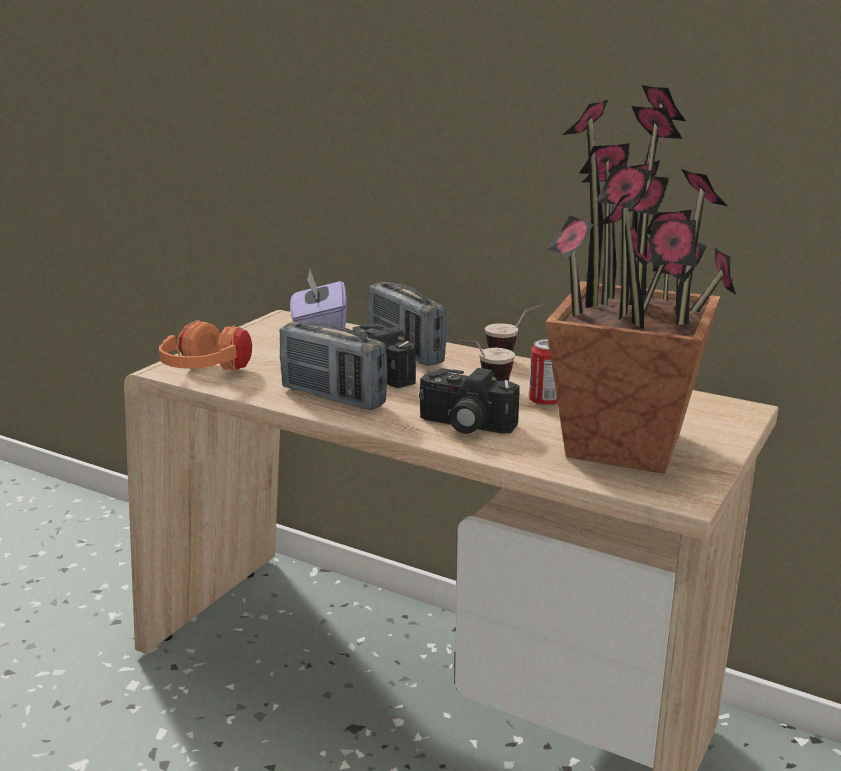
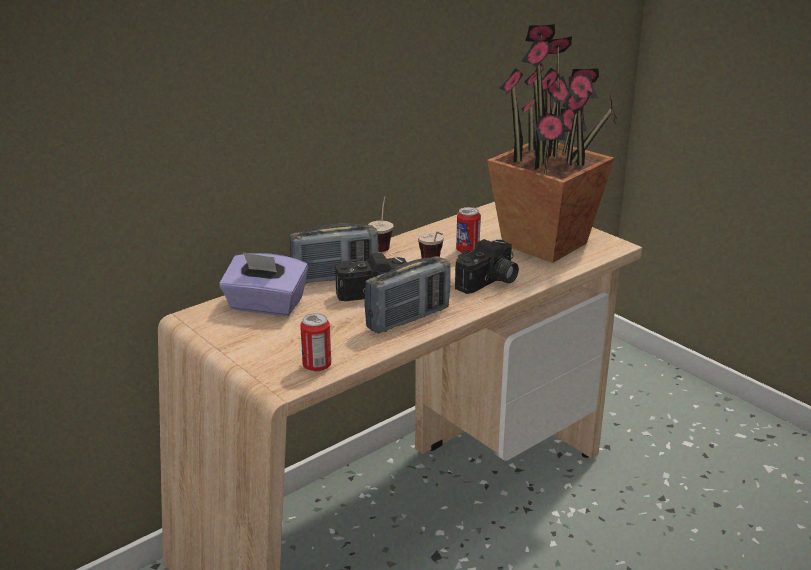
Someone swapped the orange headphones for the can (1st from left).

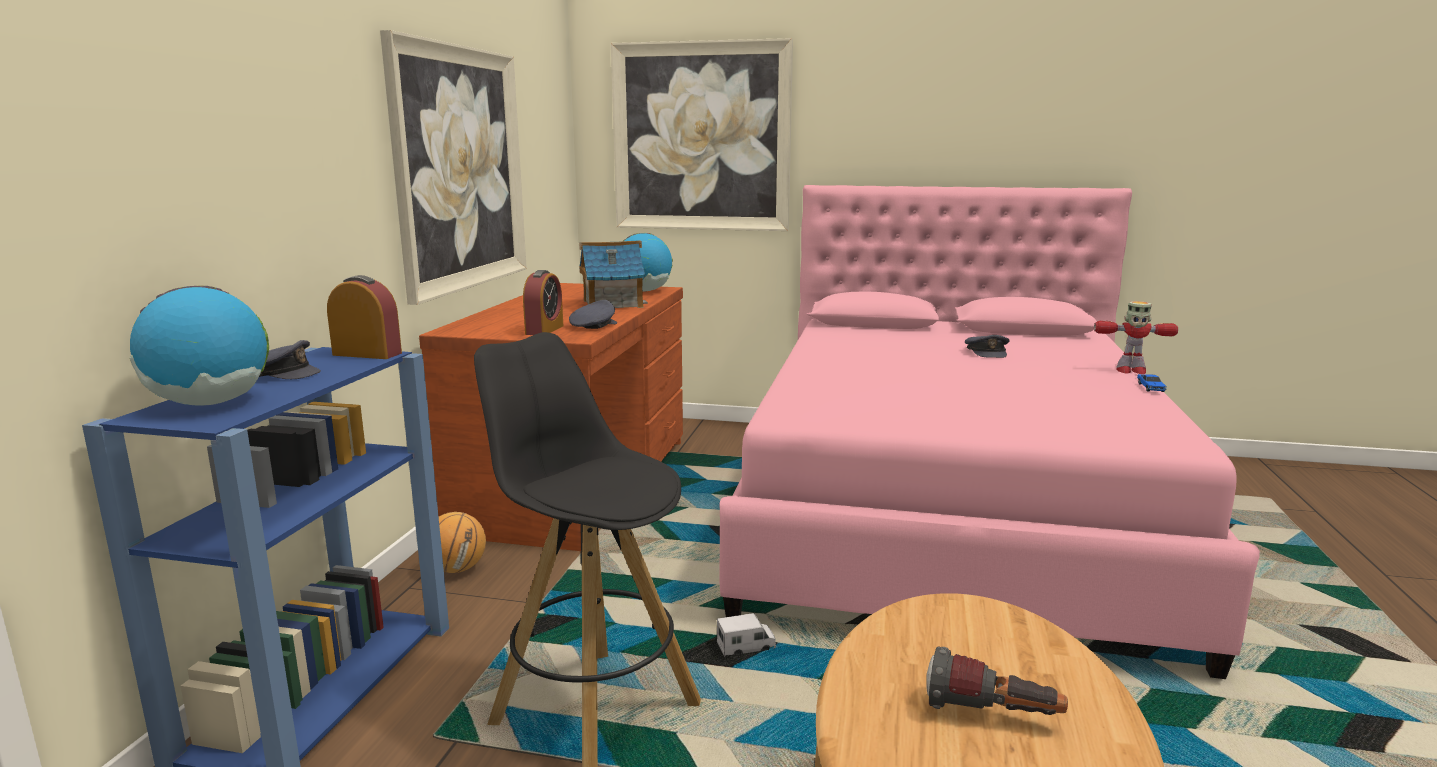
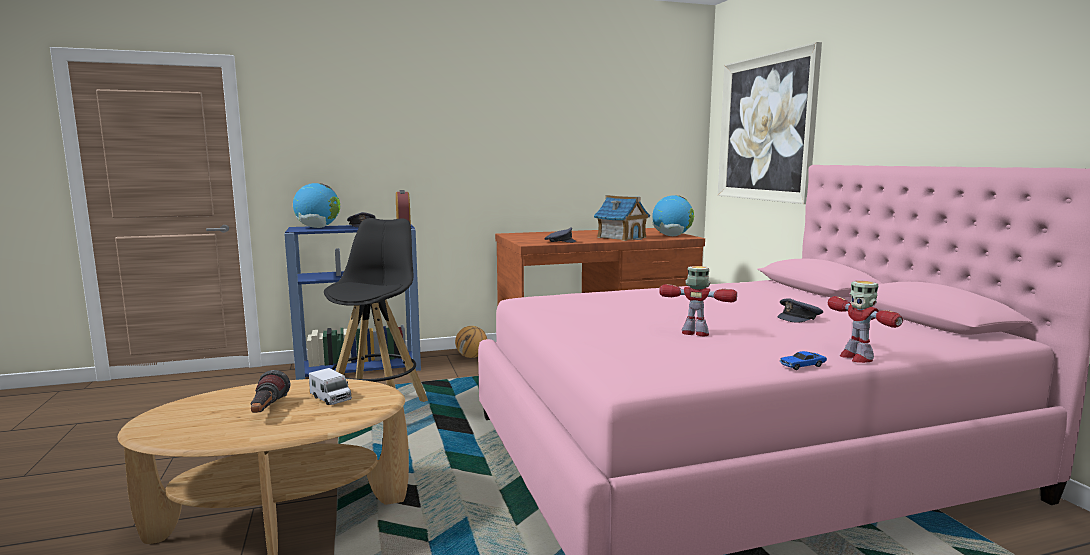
Someone took away the picture (1st from left). Someone took away the alarm clock (2nd from left). Someone carried the toy truck. Someone put down the toy robot (1st from left).

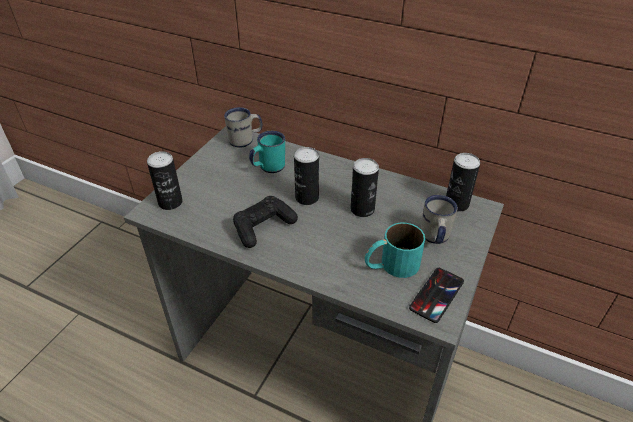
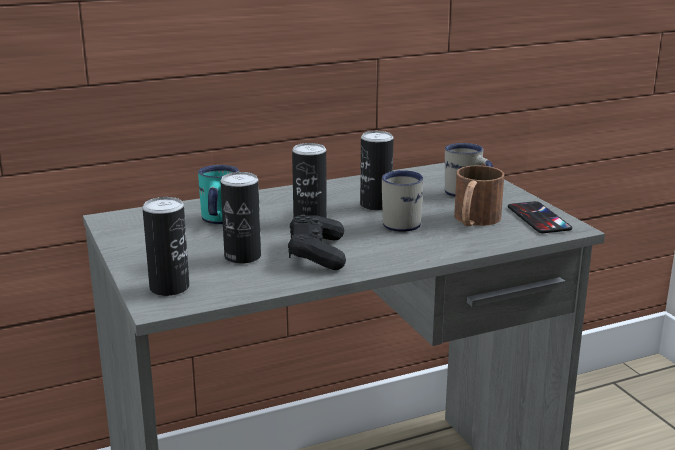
Someone carried the white mug (1st from left). Someone carried the can (4th from left in the first image). Someone repainted the turquoise mug (2nd from left), which became the brown mug.

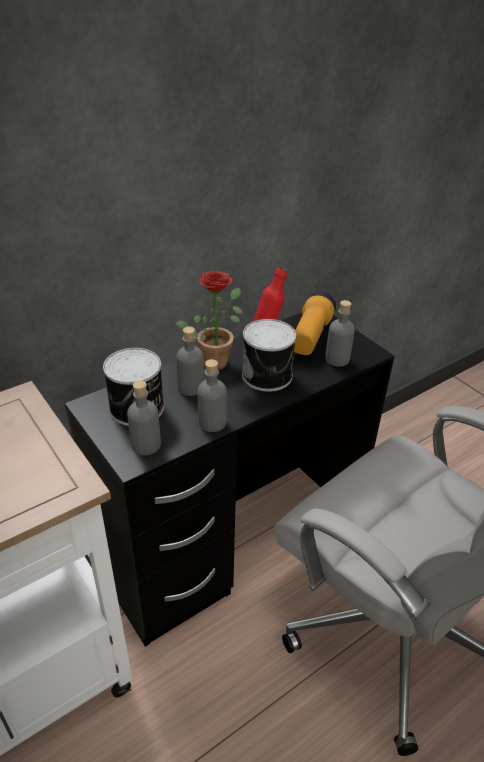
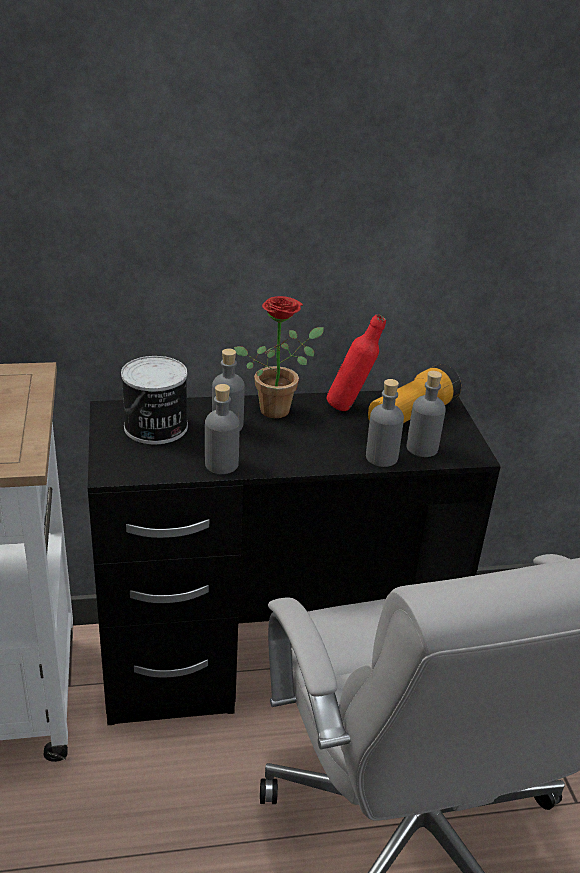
Someone took away the can (2nd from left). Someone carried the grey bottle (1st from left in the first image).

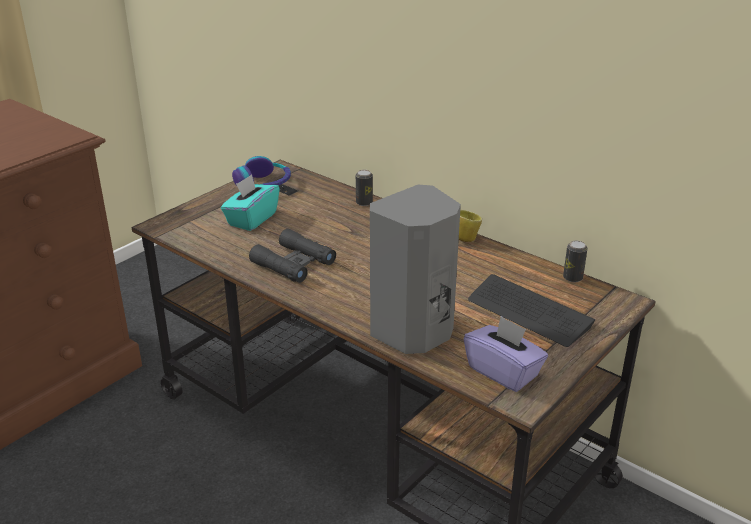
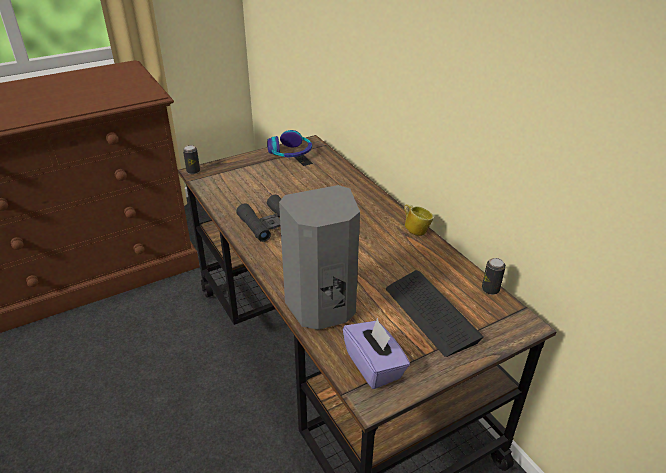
Someone carried the can (1st from left). Someone took away the turquoise tissue box.

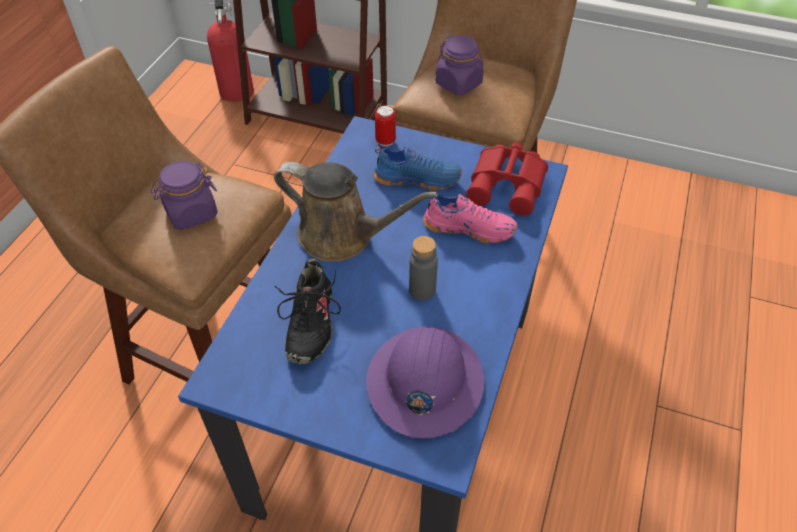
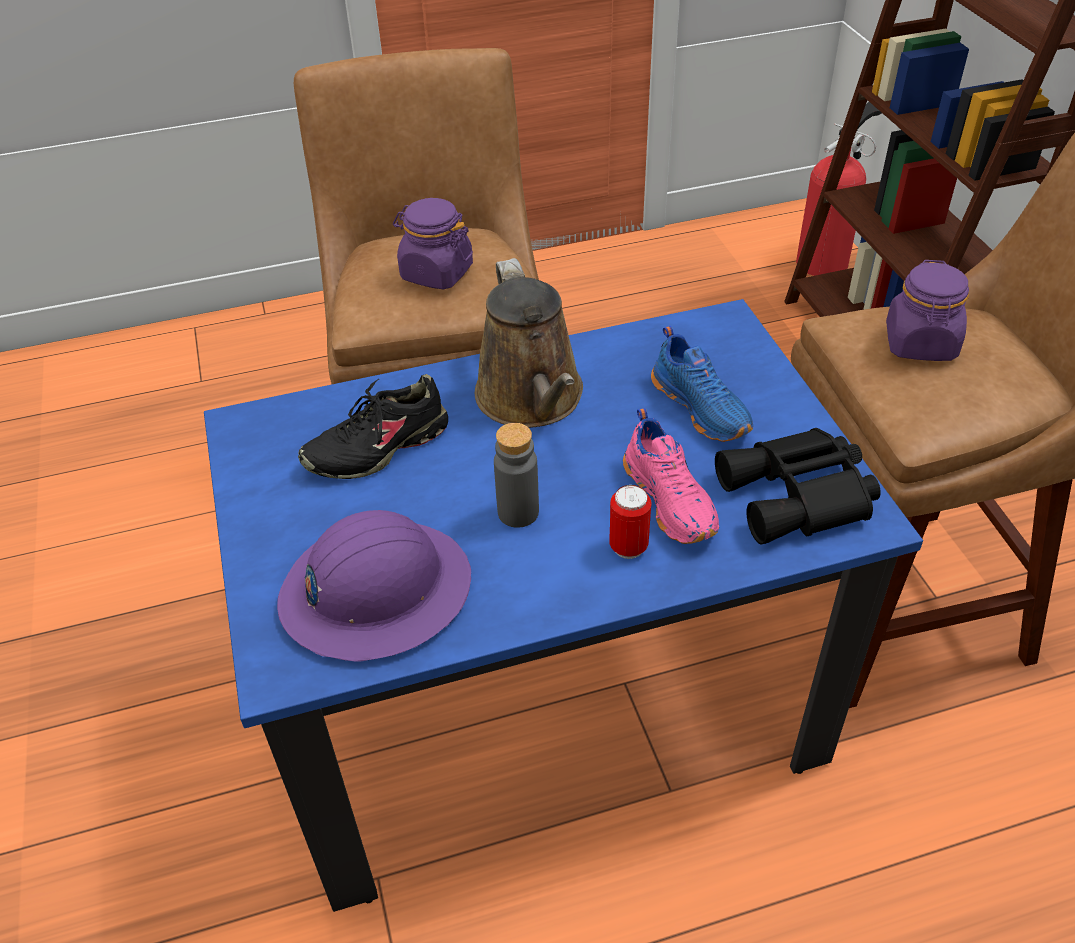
Someone carried the can. Someone repainted the red binoculars, which became the black binoculars.

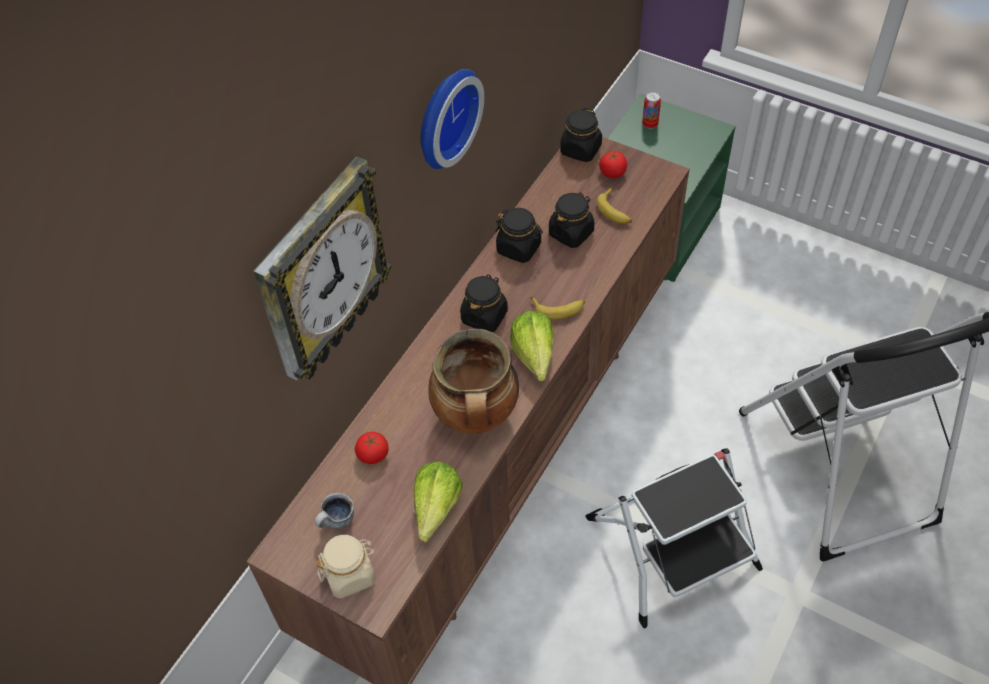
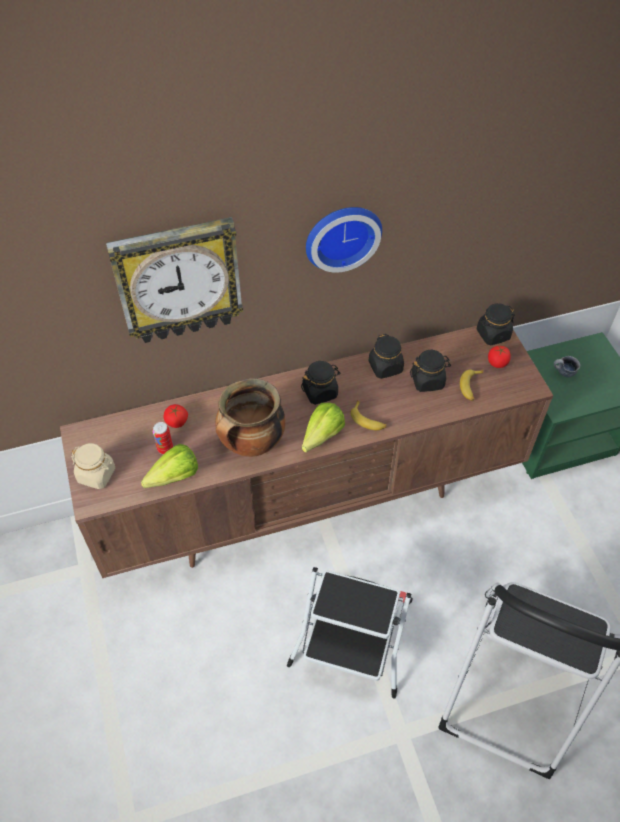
Someone carried the can. Someone carried the mug.

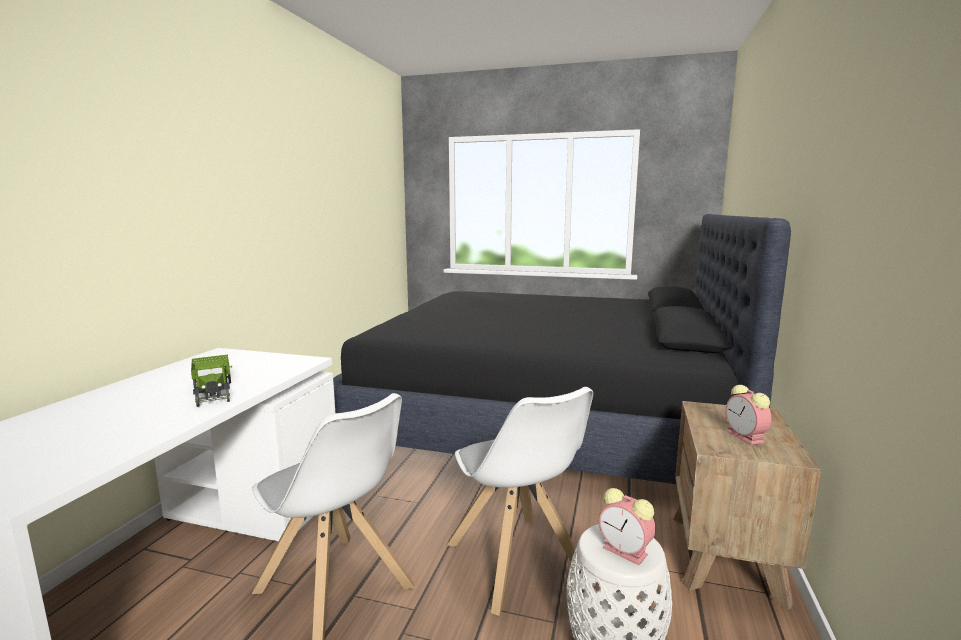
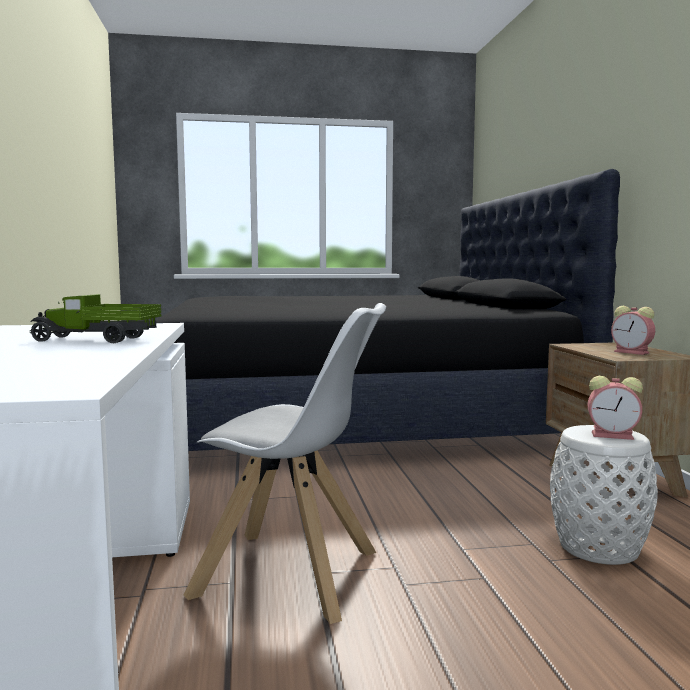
Someone rotated the toy truck by 150 degrees clockwise. Someone took away the chair (2nd from left).

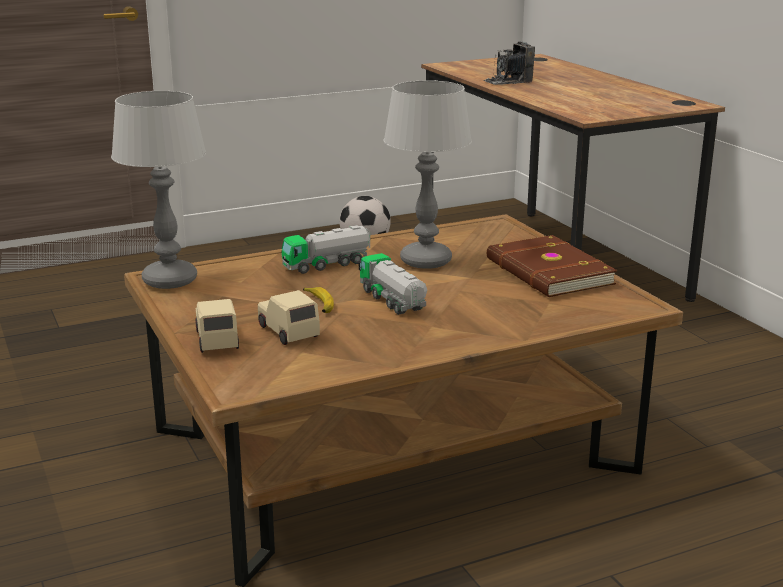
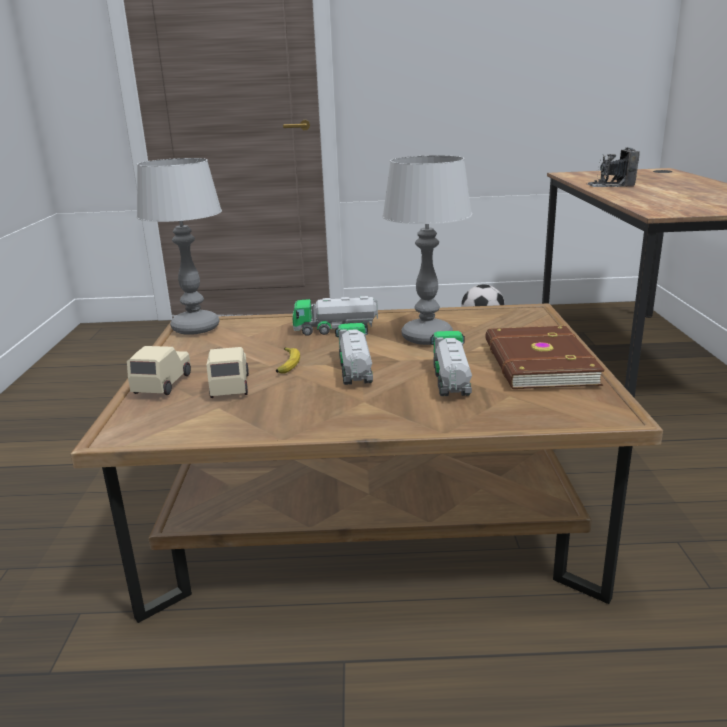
Someone put down the toy truck (3rd from left).

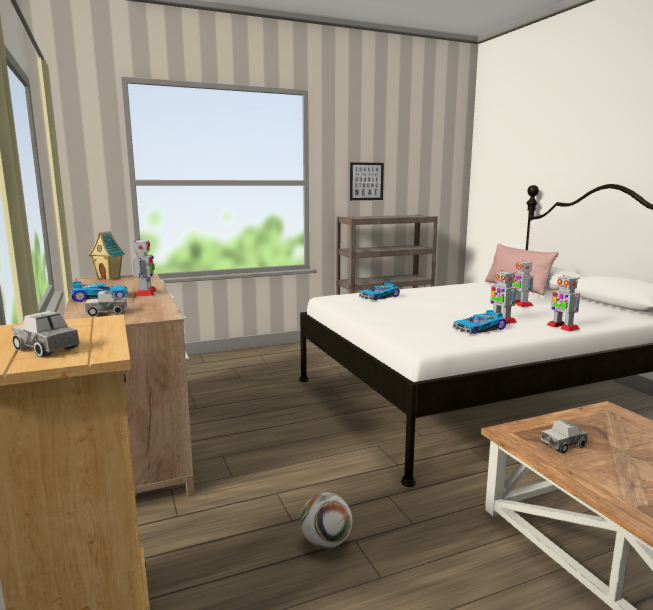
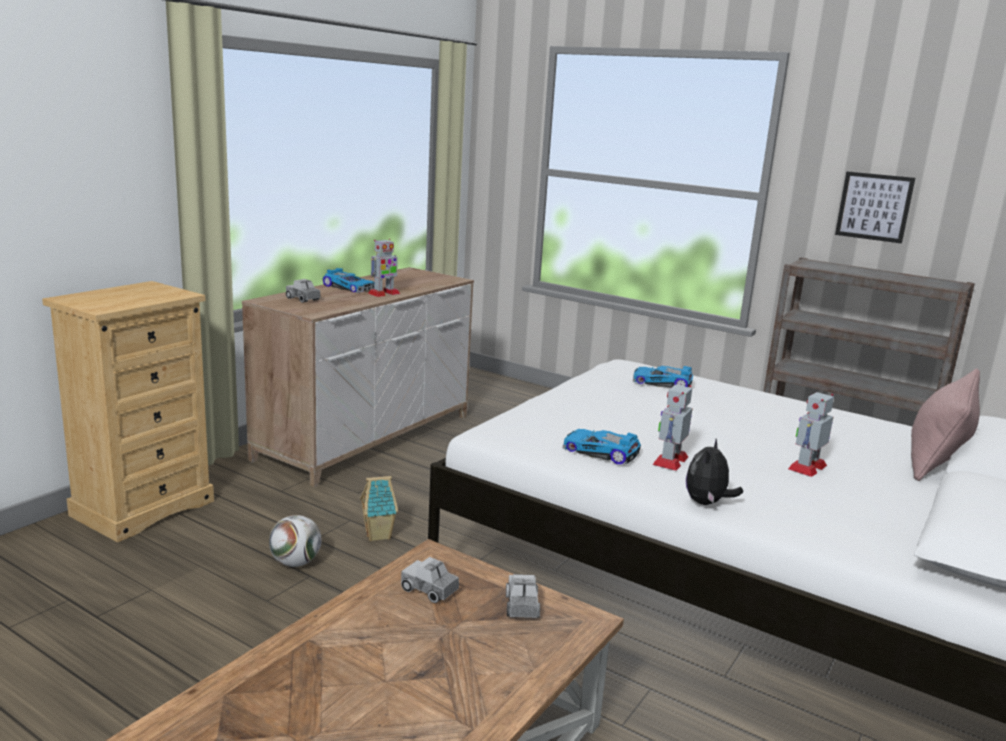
Someone carried the toy house. Someone swapped the toy robot (4th from left) for the plush toy. Someone carried the toy truck (1st from left in the first image).

